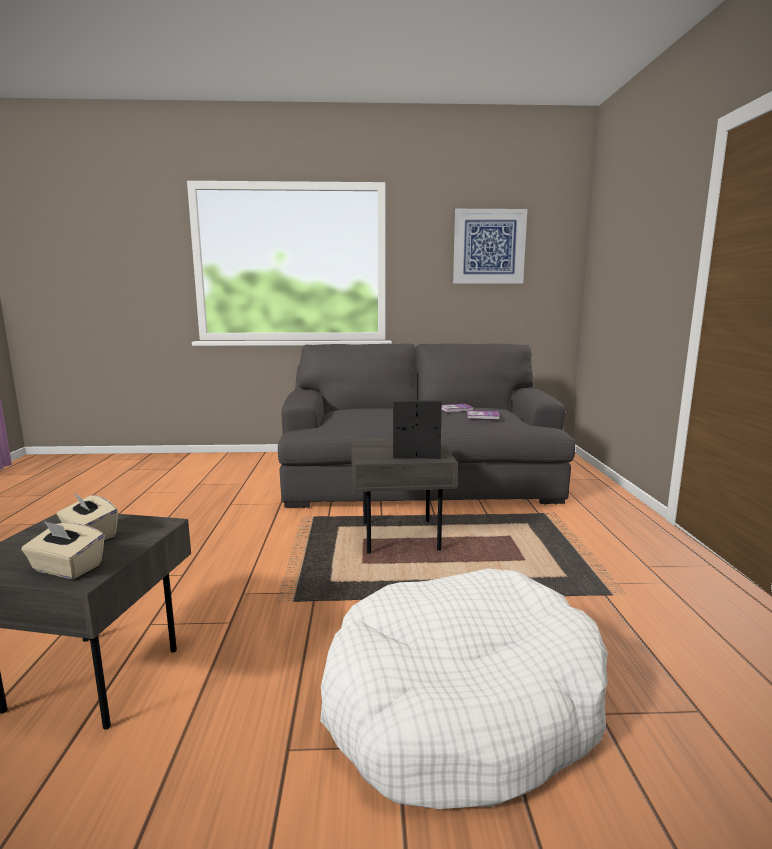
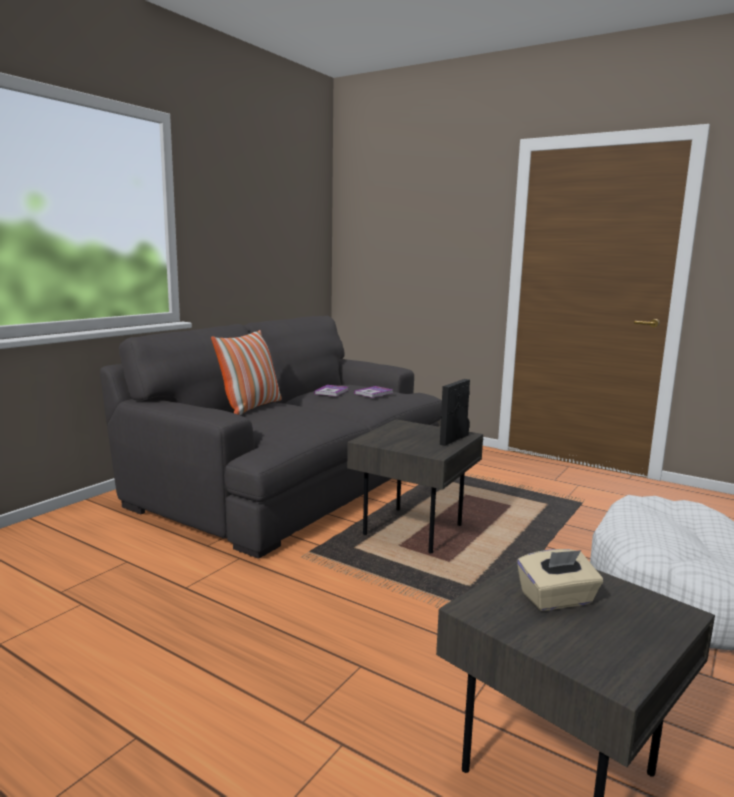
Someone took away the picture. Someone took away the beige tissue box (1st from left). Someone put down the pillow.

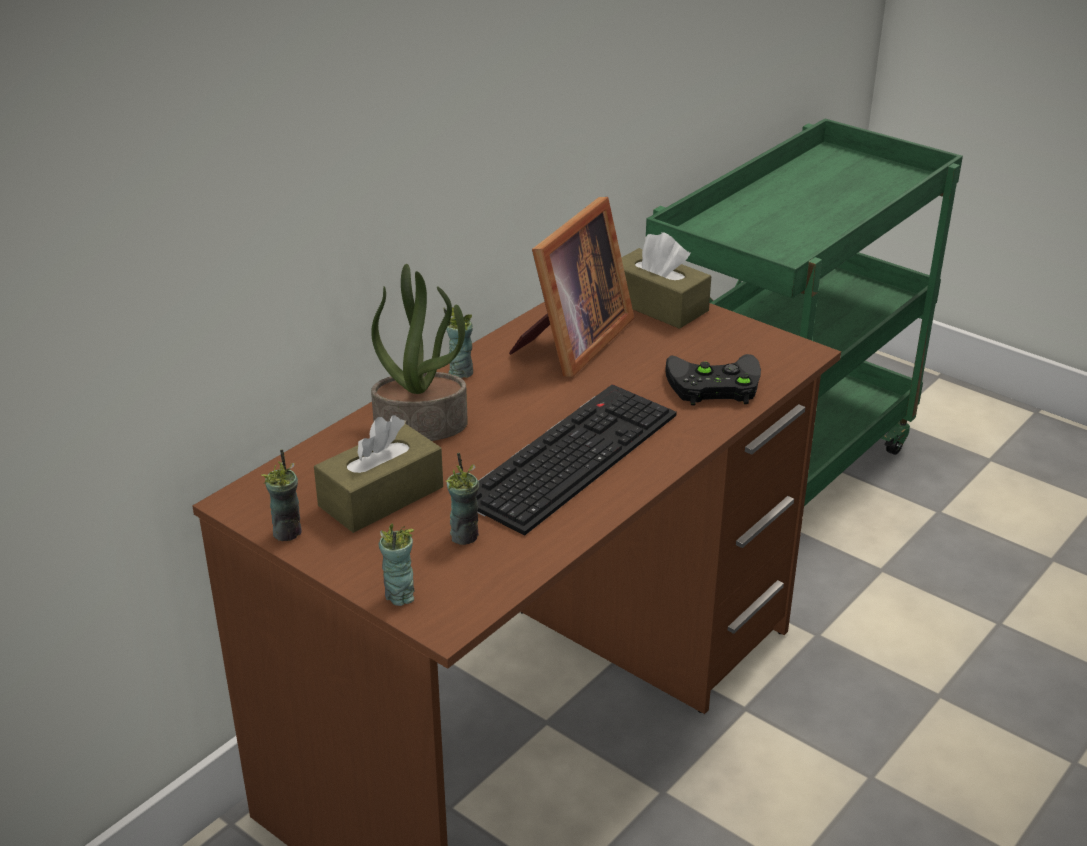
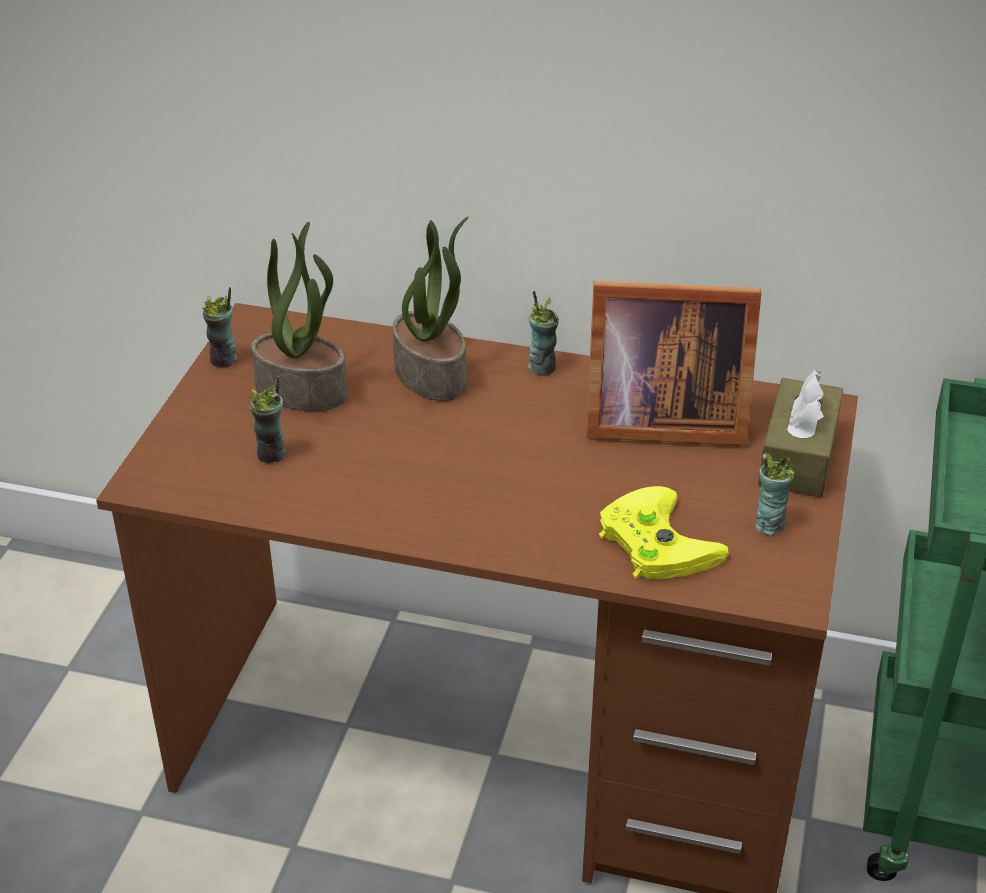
Someone repainted the black game controller, which became the yellow game controller. Someone took away the keyboard. Someone swapped the brown tissue box (1st from left) for the potted plant (1st from left). Someone carried the cup (2nd from left in the first image).

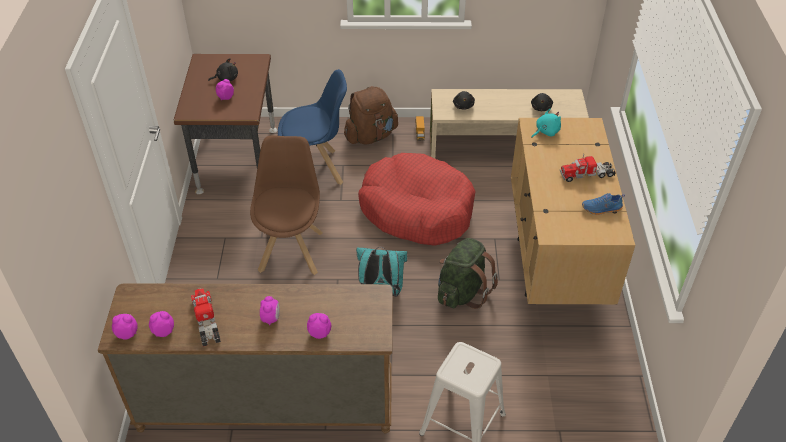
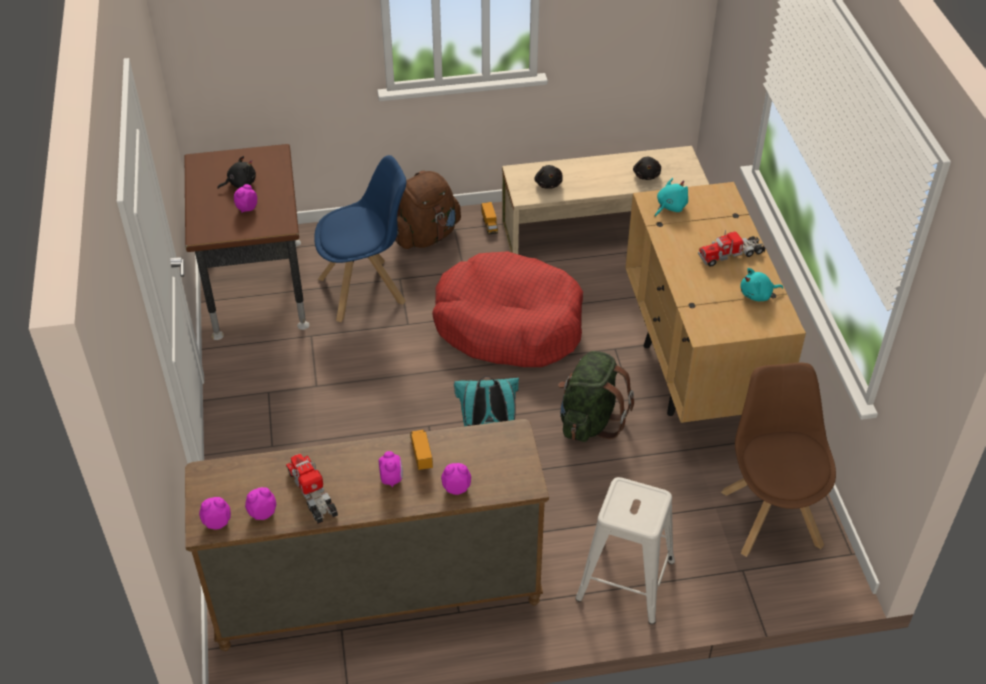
Someone carried the brown chair. Someone swapped the blue shoe for the turquoise plush toy (2nd from left). Someone put down the toy truck (2nd from left).

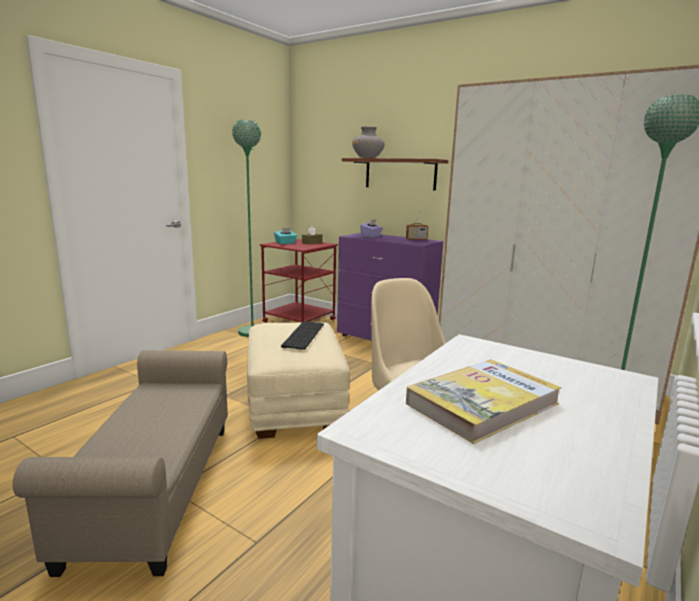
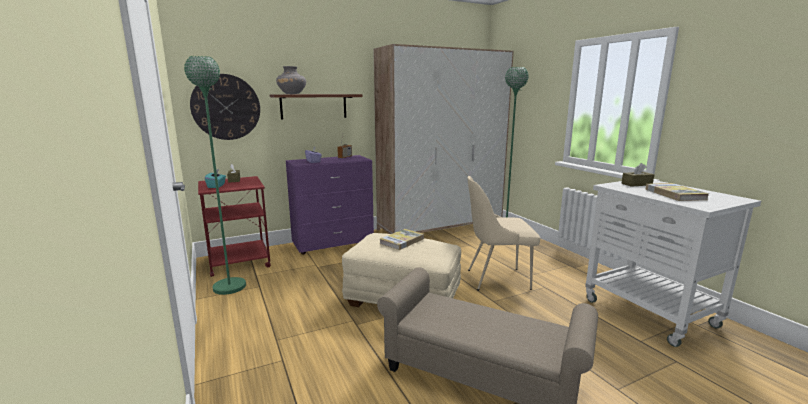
Someone swapped the keyboard for the book (1st from left). Someone put up the wall clock. Someone put down the brown tissue box (2nd from left).

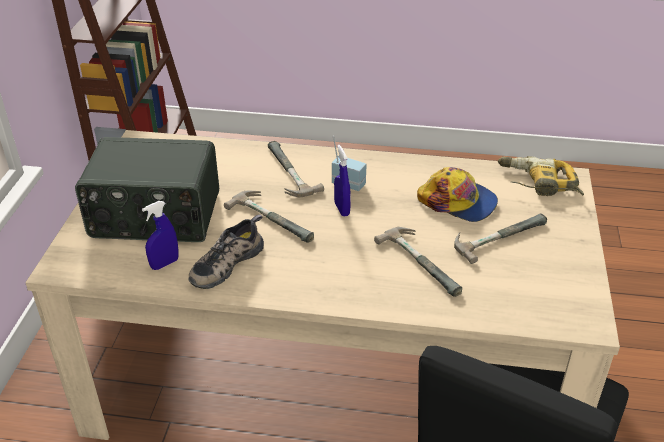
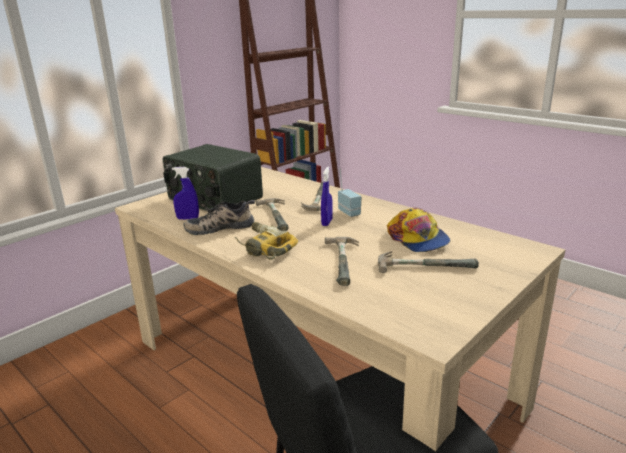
Someone carried the power drill.

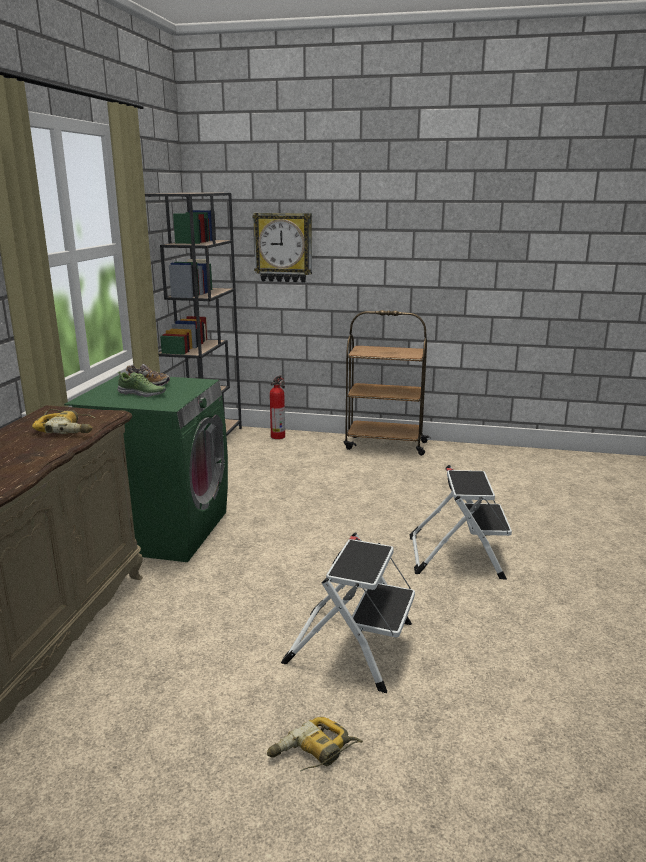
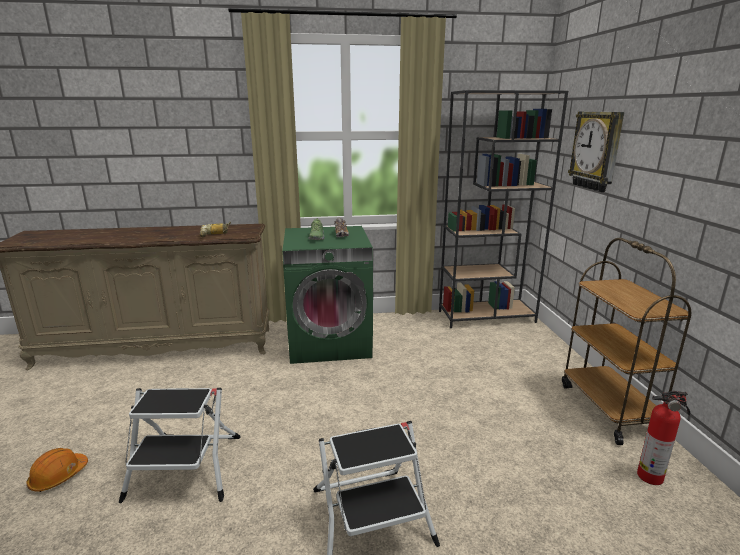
Someone carried the fire extinguisher. Someone swapped the power drill (2nd from left) for the orange hard hat.

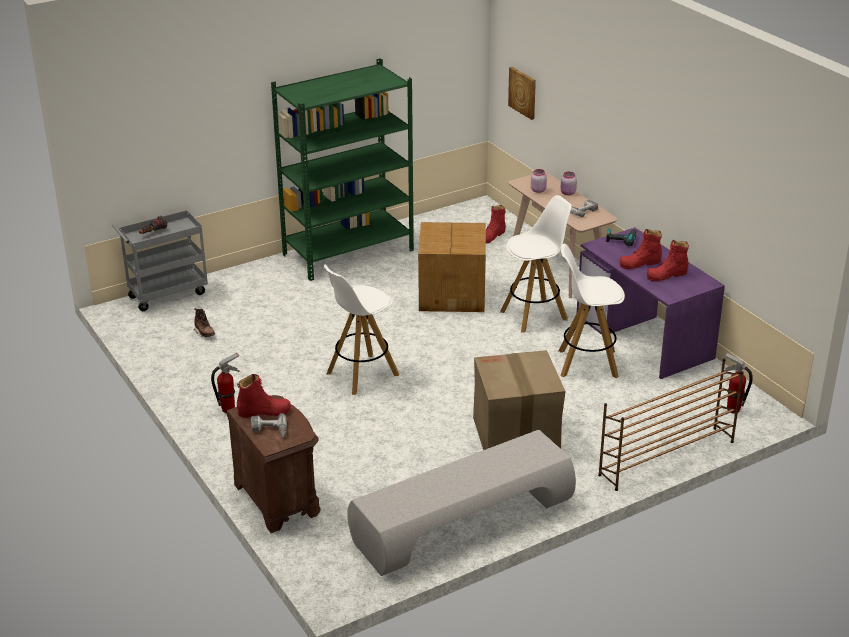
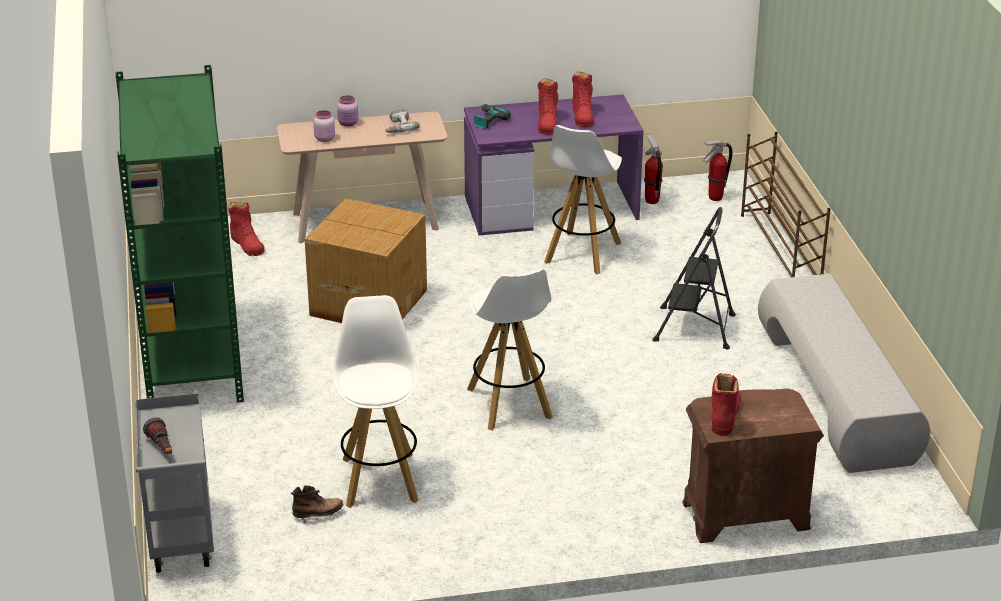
Someone took away the picture. Someone carried the white stool (2nd from left in the first image). Someone swapped the cardboard box (2nd from left) for the black step ladder. Someone carried the fire extinguisher (1st from left). Someone took away the power drill (1st from left).

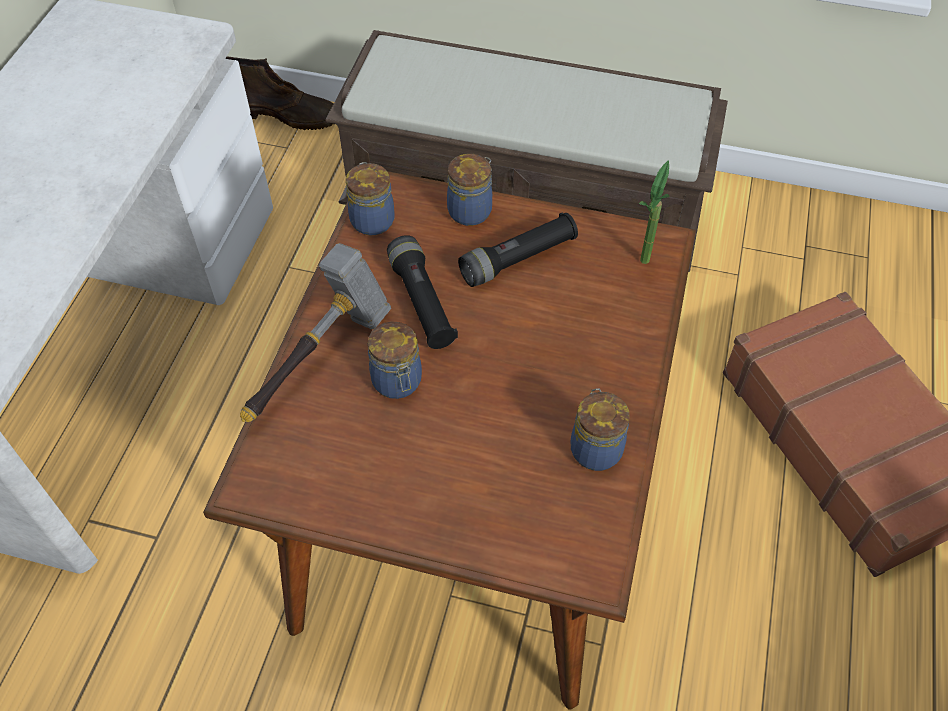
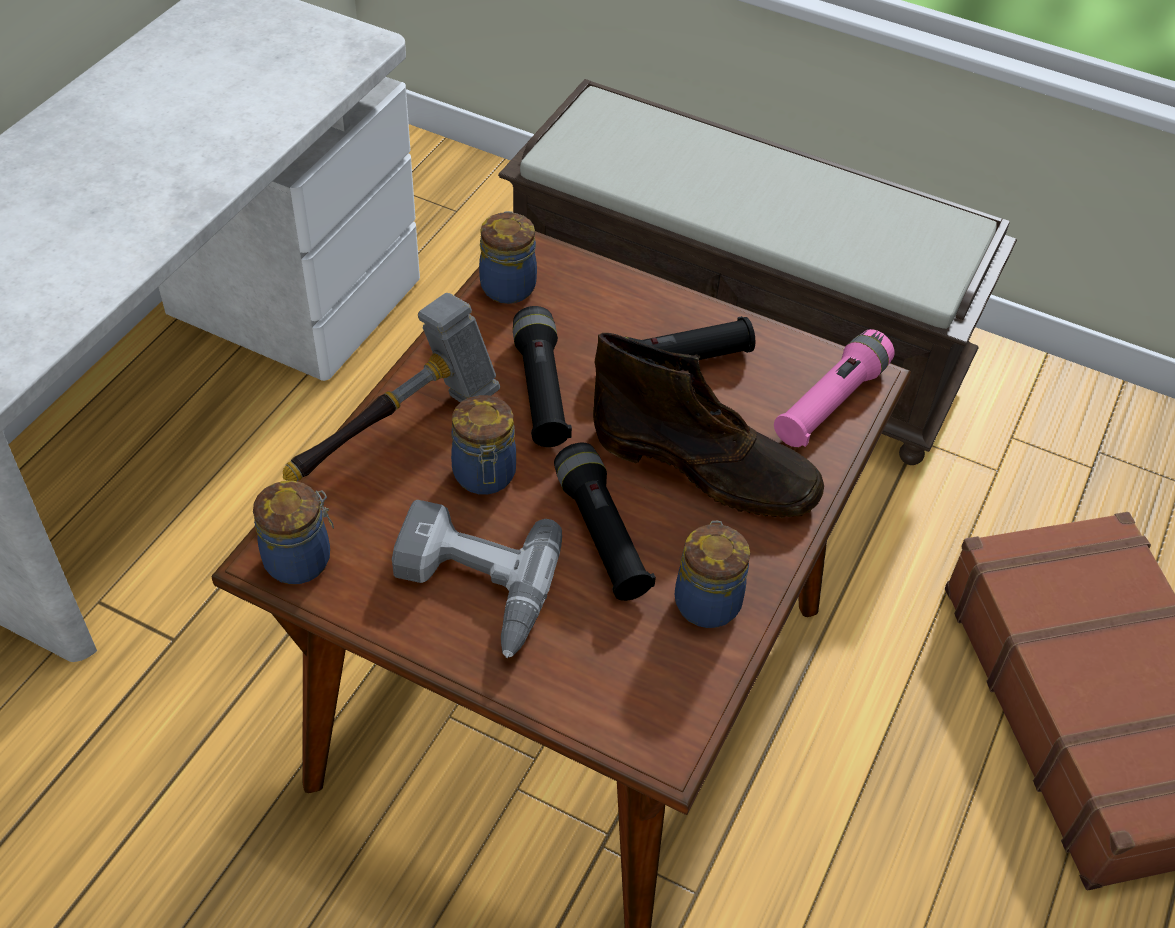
Someone carried the brown boot. Someone carried the jar (3rd from left in the first image). Someone swapped the potted plant for the pink flashlight. Someone put down the black flashlight (2nd from left). Someone put down the power drill.

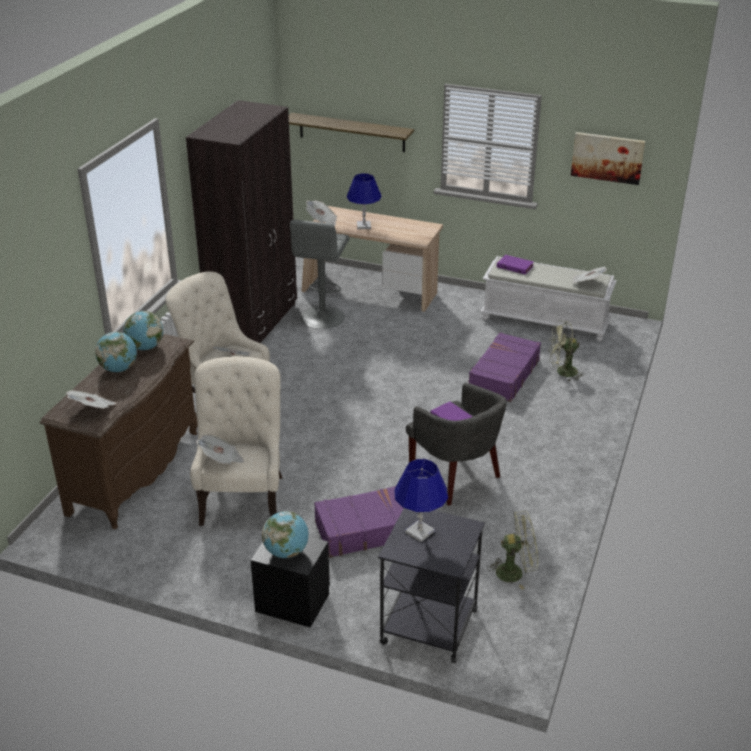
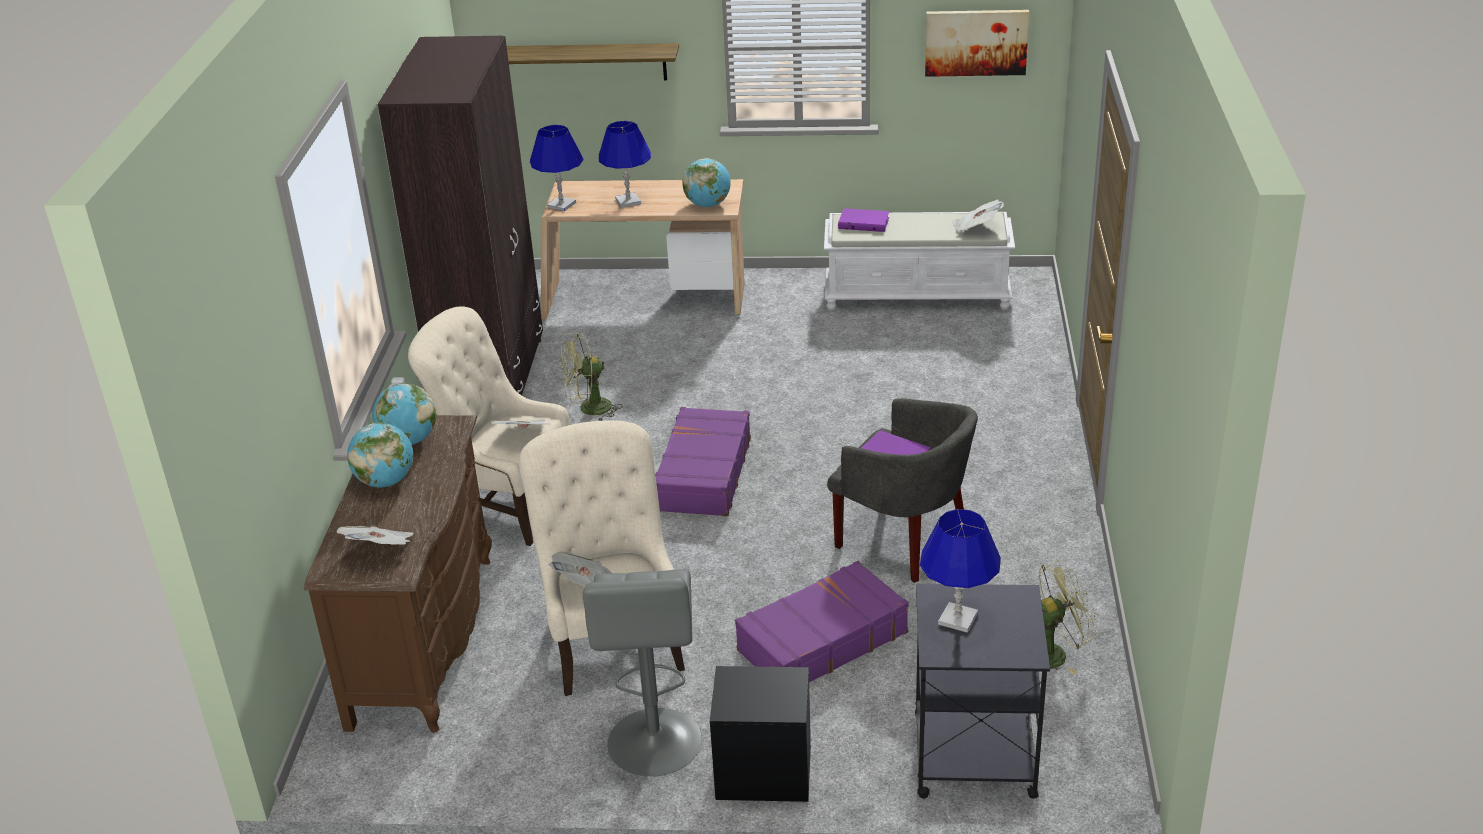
Someone swapped the newspaper (4th from left) for the blue table lamp (1st from left). Someone carried the grey stool. Someone carried the green fan (2nd from left in the first image). Someone carried the purple suitcase (2nd from left in the first image). Someone carried the globe (3rd from left).

